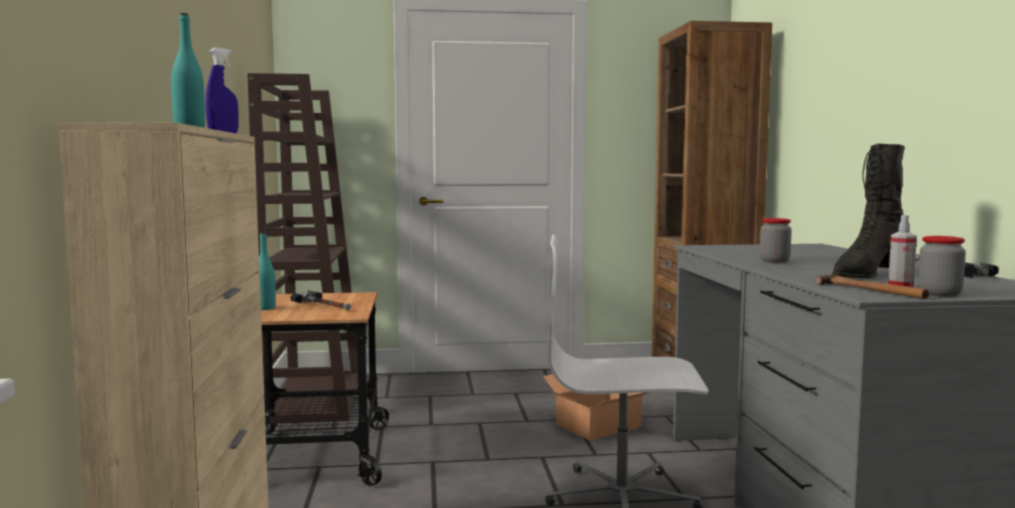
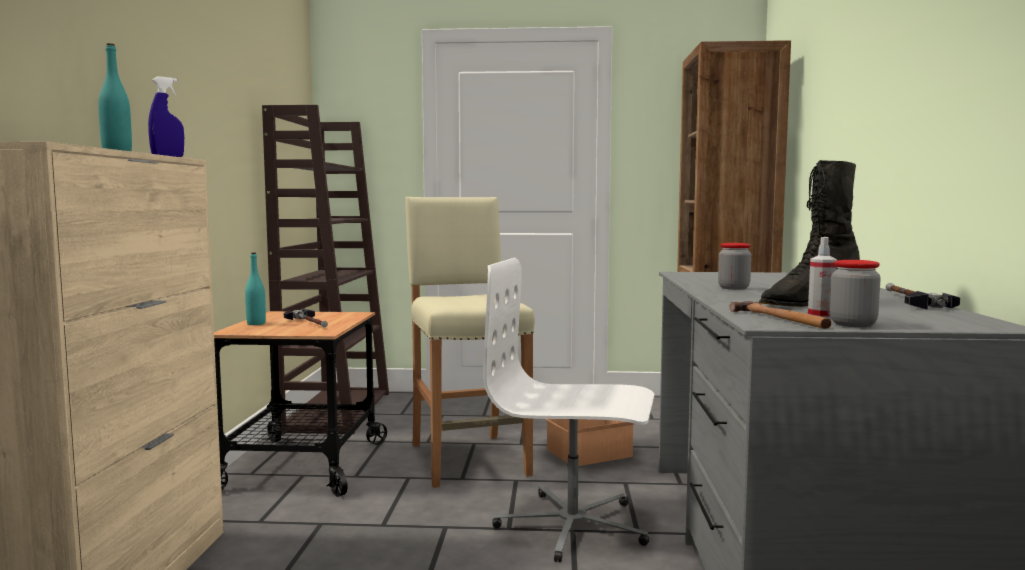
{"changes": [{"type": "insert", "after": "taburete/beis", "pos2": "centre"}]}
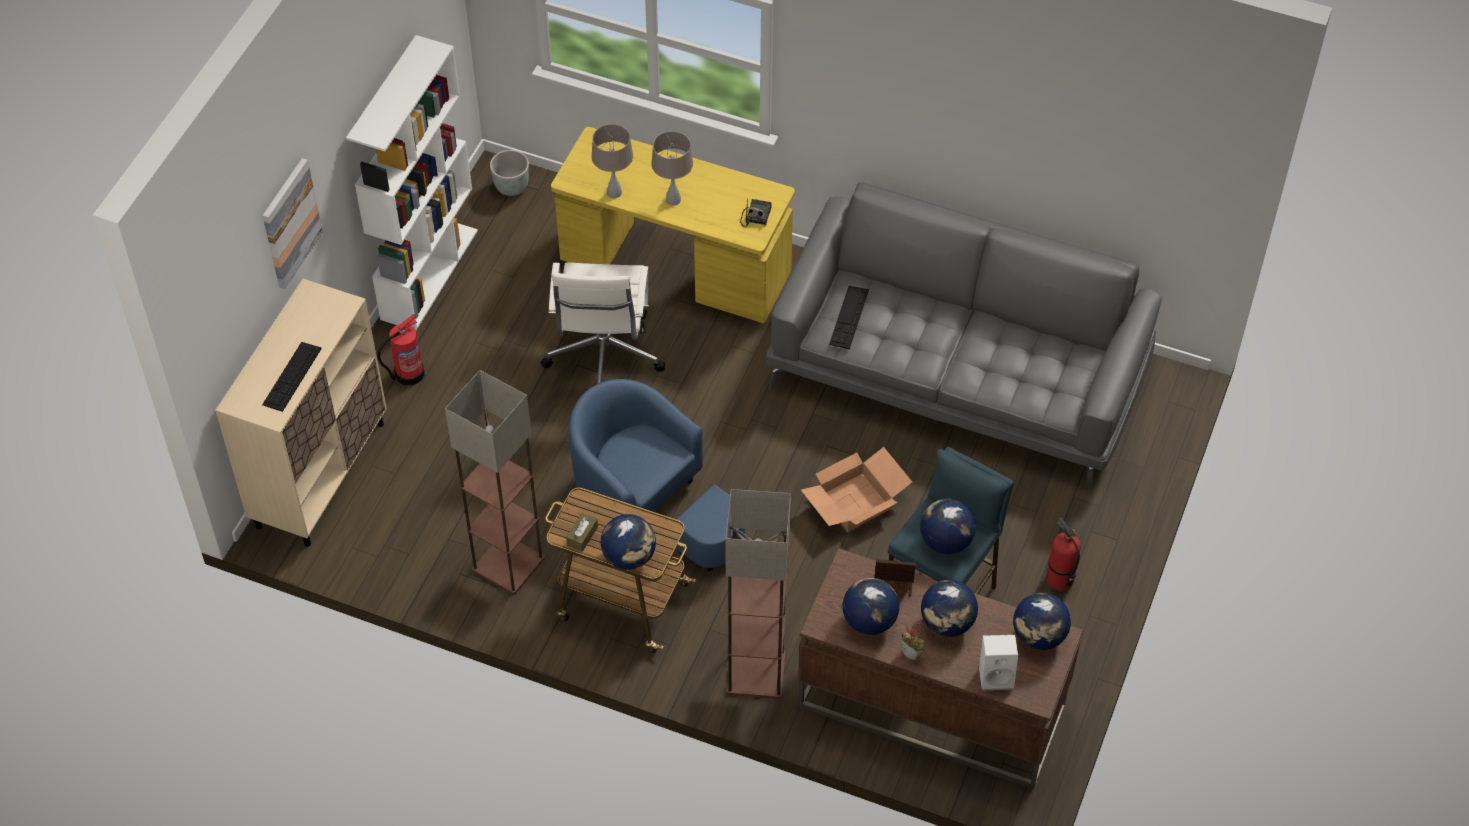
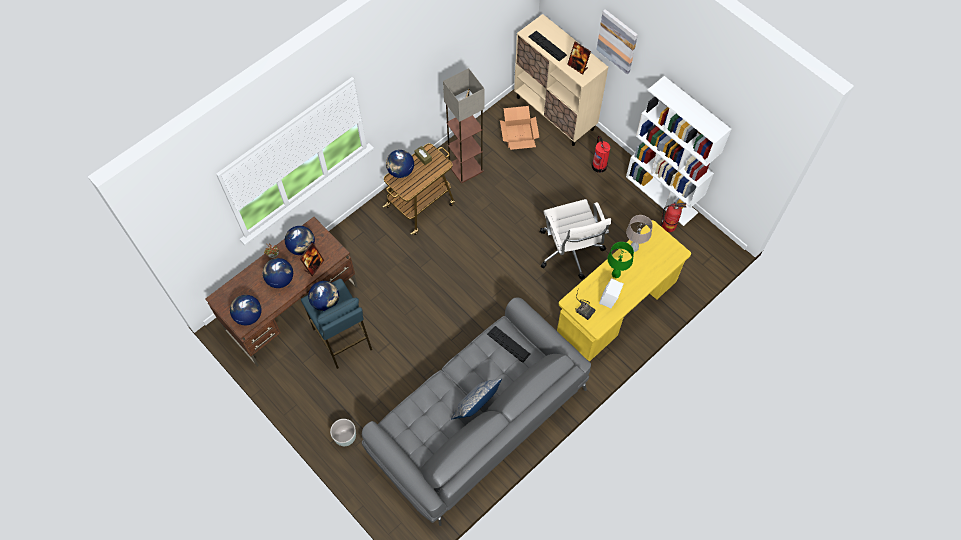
{"changes": [{"type": "delete", "before": "sillón/azul", "pos1": "centre"}, {"type": "delete", "before": "lámpara de pie (2nd from left)", "pos1": "bottom centre"}, {"type": "insert", "after": "cojín", "pos2": "bottom centre"}, {"type": "insert", "after": "portarretratos (2nd from left)", "pos2": "top centre"}, {"type": "move", "before": "maceta/gris", "pos1": "top centre", "pos2": "bottom centre"}, {"type": "move", "before": "caja de cartón", "pos1": "centre", "pos2": "top centre"}, {"type": "move", "before": "altavoz/blanco", "pos1": "bottom right", "pos2": "centre"}, {"type": "move", "before": "extintor (2nd from left)", "pos1": "bottom right", "pos2": "middle right"}, {"type": "recolor", "before": "lámpara de mesa/beis (2nd from left)", "after": "lámpara de mesa/verde", "pos1": "top centre", "pos2": "centre"}, {"type": "rotate", "before": "silla de oficina/blanco", "pos1": "centre", "pos2": "centre", "turn": -135}]}
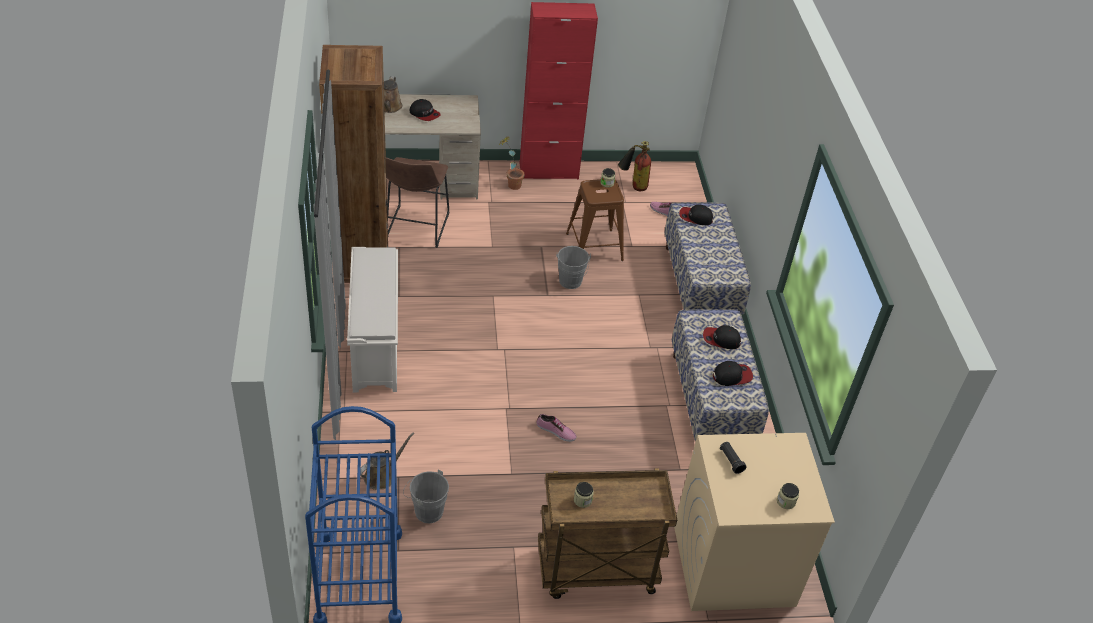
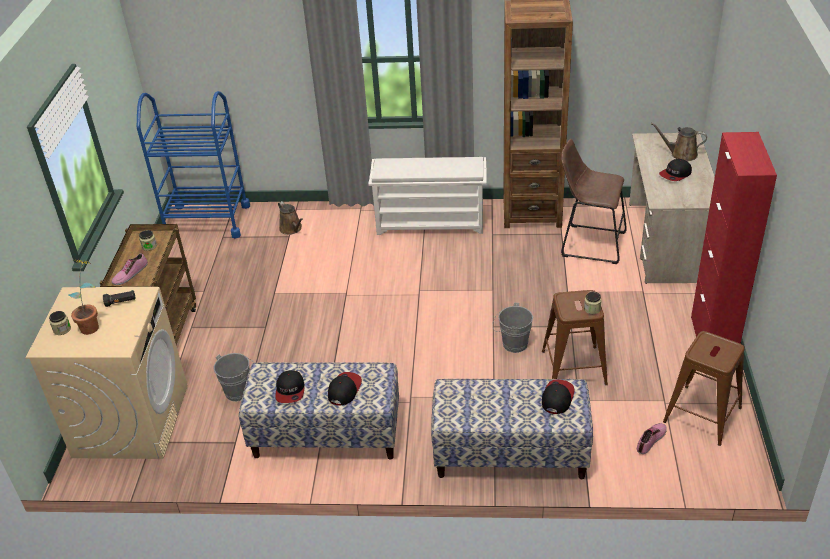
{"changes": [{"type": "move", "before": "cubo/gris (1st from left)", "pos1": "bottom centre", "pos2": "bottom left"}, {"type": "move", "before": "planta en maceta", "pos1": "top centre", "pos2": "middle left"}, {"type": "move", "before": "zapato (1st from left)", "pos1": "bottom centre", "pos2": "middle left"}, {"type": "replace", "before": "extintor", "after": "taburete/marrón (3rd from left)", "pos1": "top centre", "pos2": "bottom right"}]}
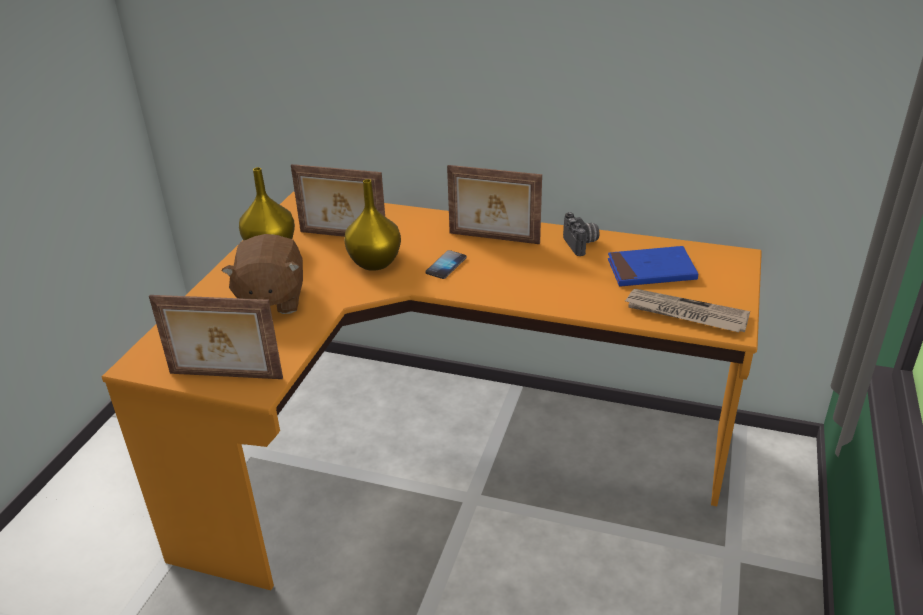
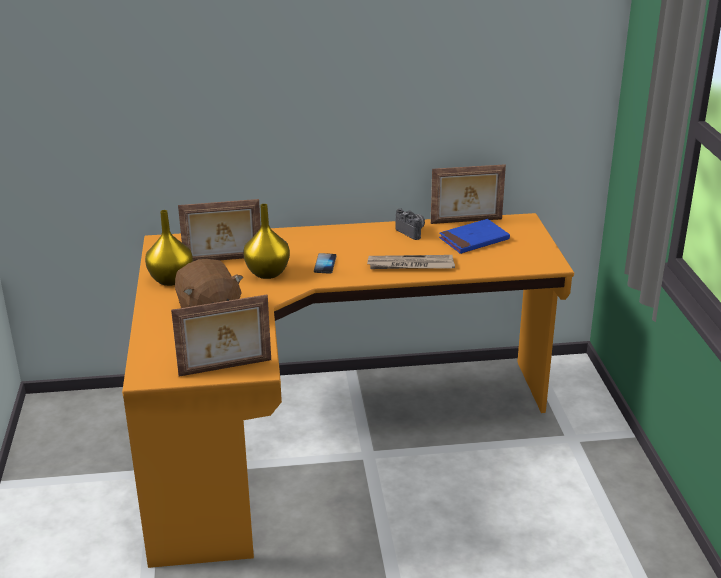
{"changes": [{"type": "move", "before": "portarretratos (3rd from left)", "pos1": "top centre", "pos2": "centre"}, {"type": "move", "before": "periódico", "pos1": "middle right", "pos2": "centre"}]}
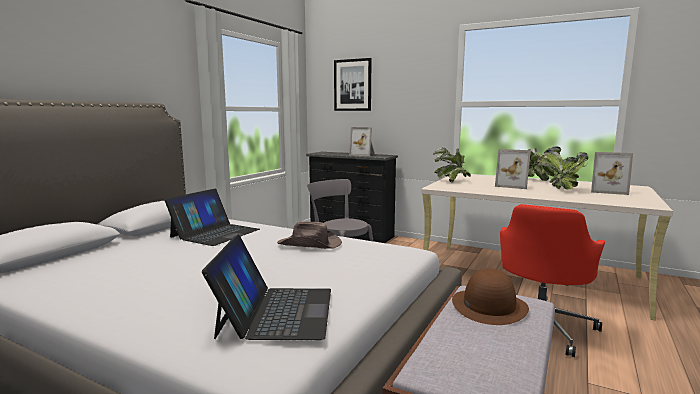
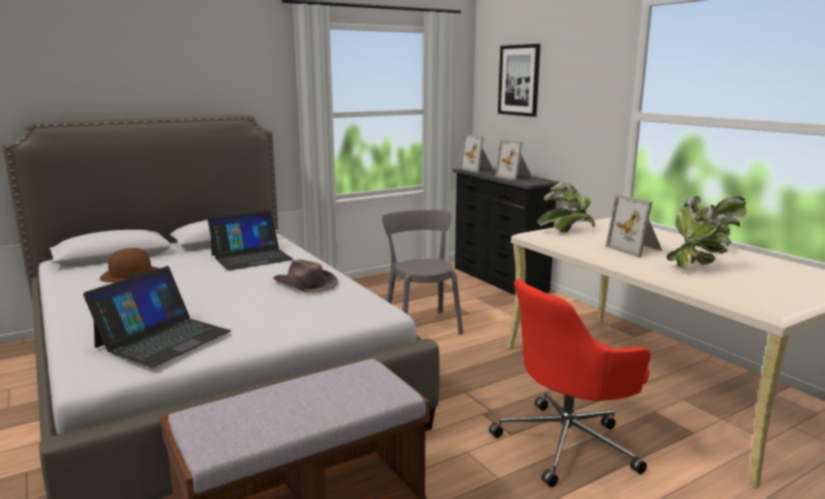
{"changes": [{"type": "move", "before": "sombrero/marrón (2nd from left in the first image)", "after": "sombrero/marrón (1st from left)", "pos1": "bottom right", "pos2": "middle left"}, {"type": "move", "before": "portarretratos (3rd from left in the first image)", "after": "portarretratos (1st from left)", "pos1": "middle right", "pos2": "top centre"}]}
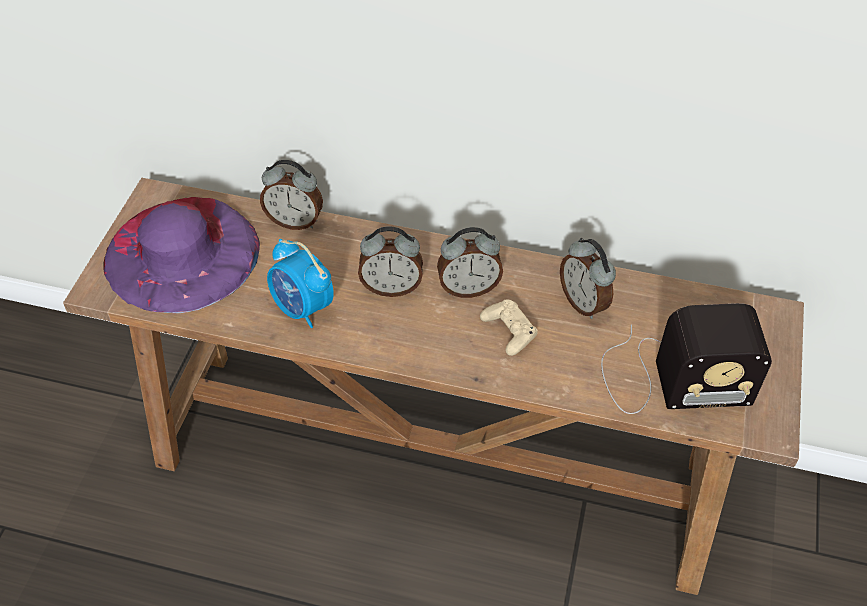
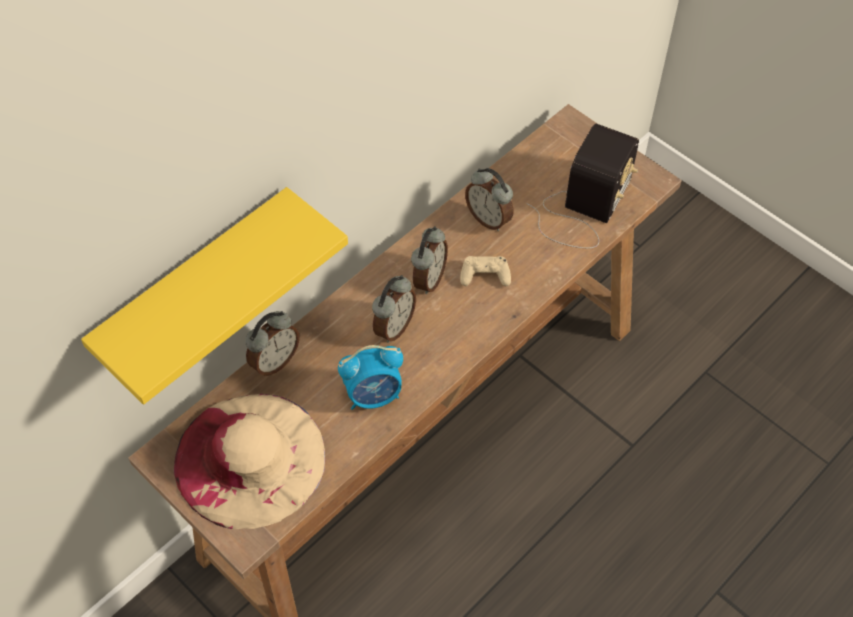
{"changes": [{"type": "insert", "after": "estante/amarillo", "pos2": "middle left"}, {"type": "recolor", "before": "sombrero/morado", "after": "sombrero/beis", "pos1": "middle left", "pos2": "bottom left"}, {"type": "rotate", "before": "despertador (5th from left)", "pos1": "middle right", "pos2": "top centre", "turn": 45}]}
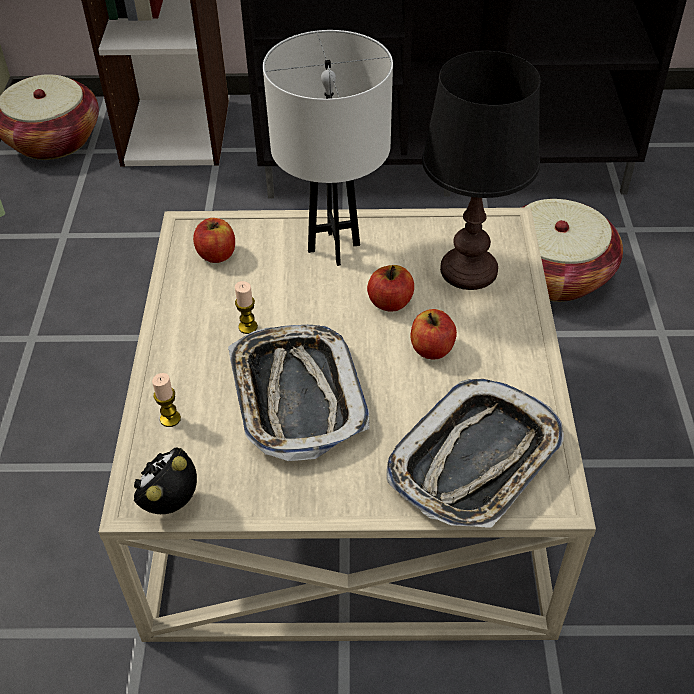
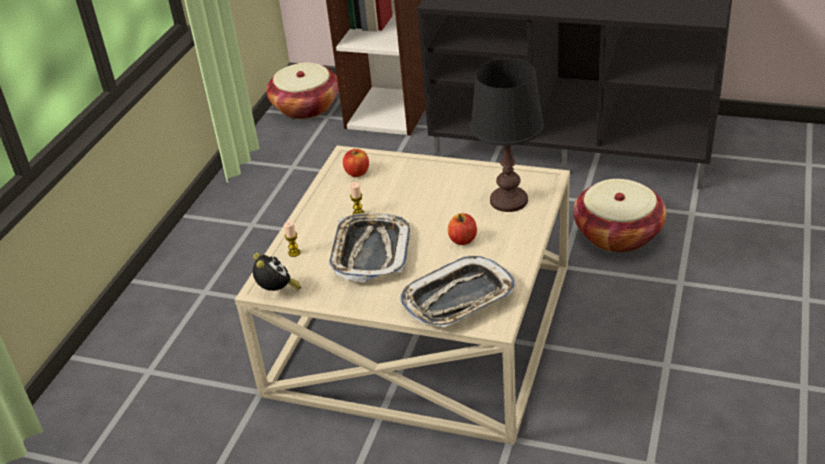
{"changes": [{"type": "delete", "before": "lámpara de mesa/blanco", "pos1": "top centre"}, {"type": "delete", "before": "manzana (2nd from left)", "pos1": "centre"}, {"type": "rotate", "before": "despertador", "pos1": "bottom left", "pos2": "centre", "turn": 105}]}
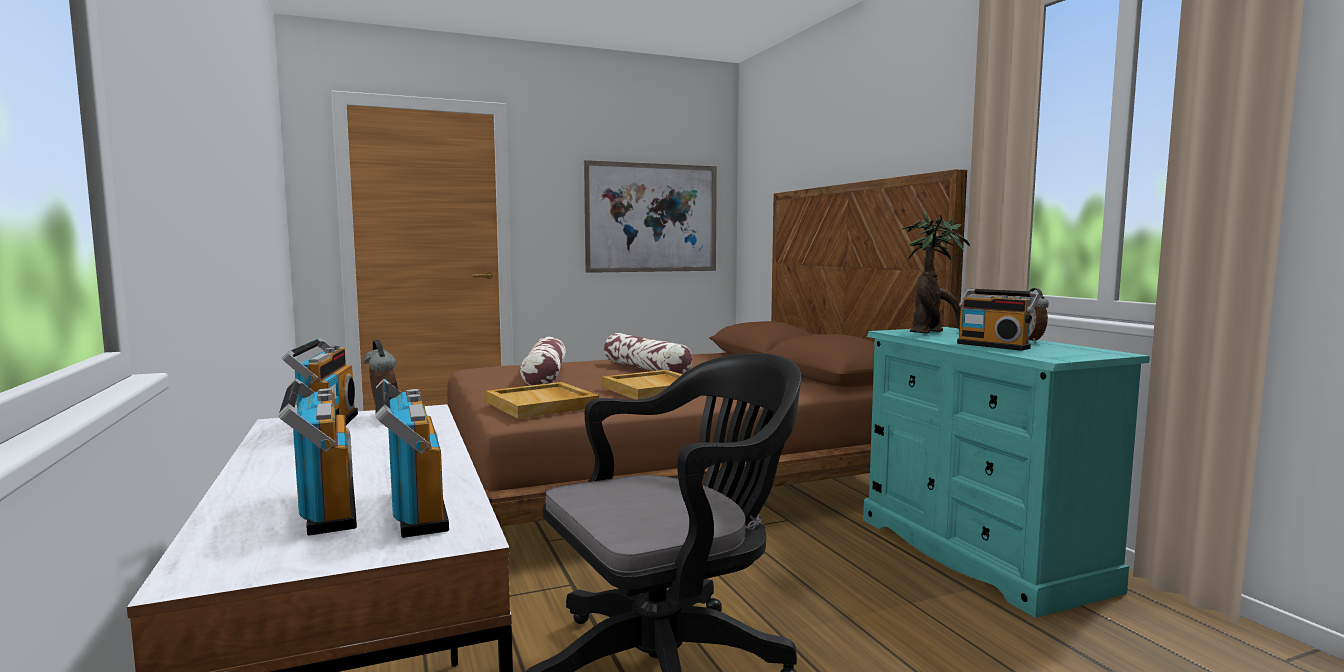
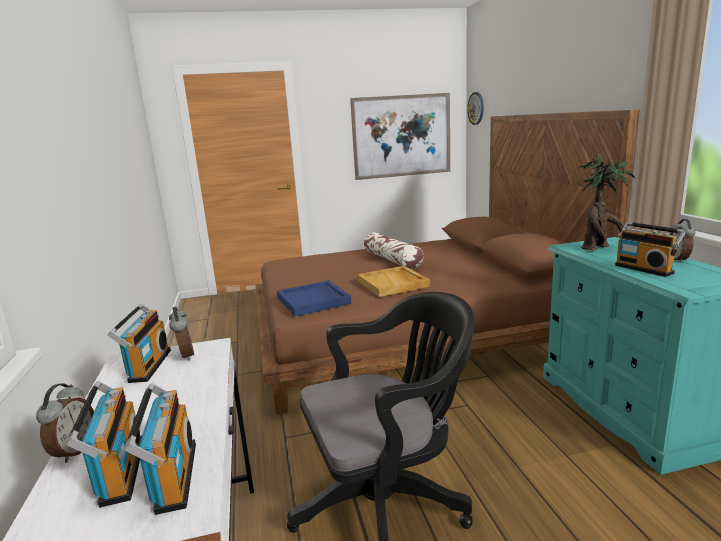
{"changes": [{"type": "delete", "before": "cojín (1st from left)", "pos1": "centre"}, {"type": "insert", "after": "despertador (1st from left)", "pos2": "bottom left"}, {"type": "insert", "after": "reloj de pared", "pos2": "top centre"}, {"type": "recolor", "before": "bandeja/beis (1st from left)", "after": "bandeja/azul", "pos1": "centre", "pos2": "centre"}]}
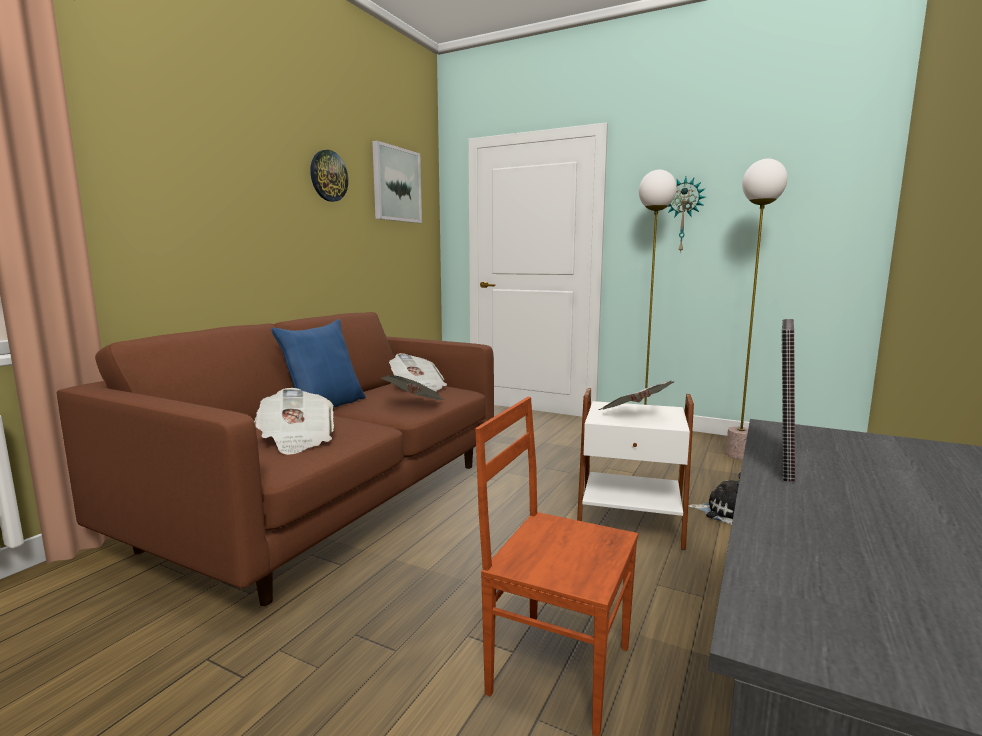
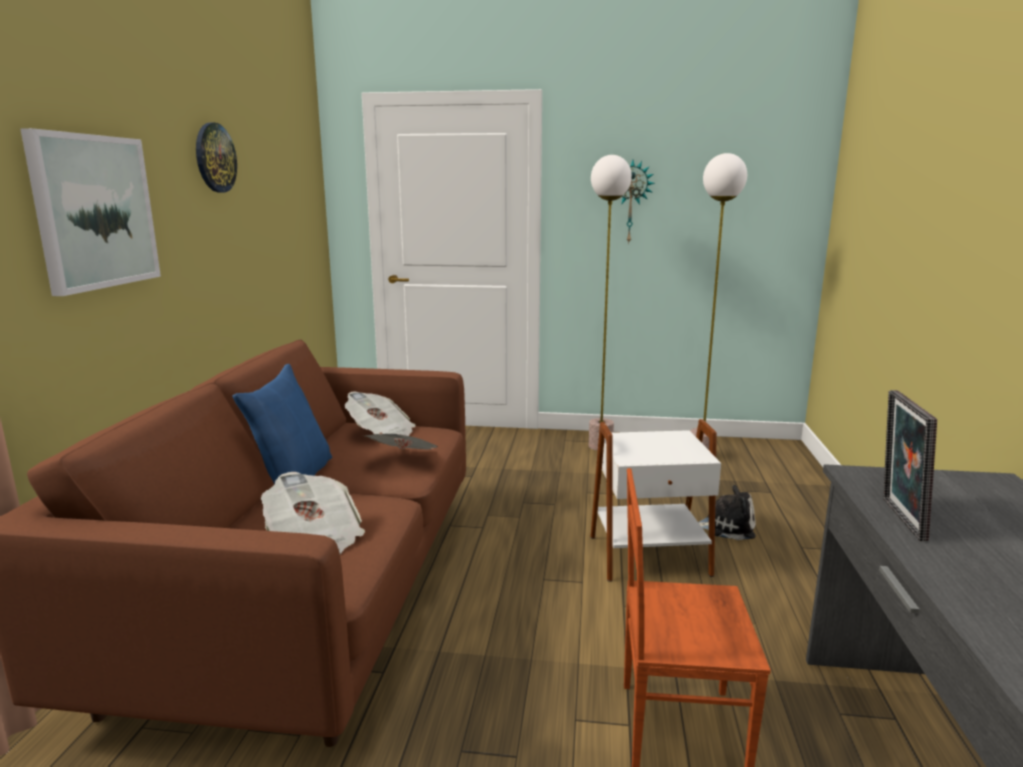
{"changes": [{"type": "delete", "before": "periódico (4th from left)", "pos1": "centre"}, {"type": "move", "before": "cuadro", "pos1": "top centre", "pos2": "top left"}]}
